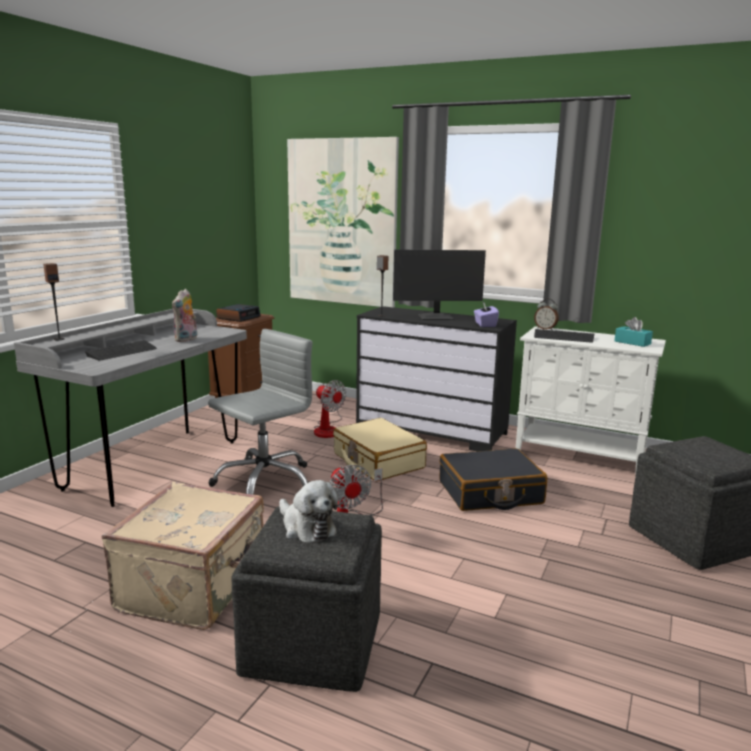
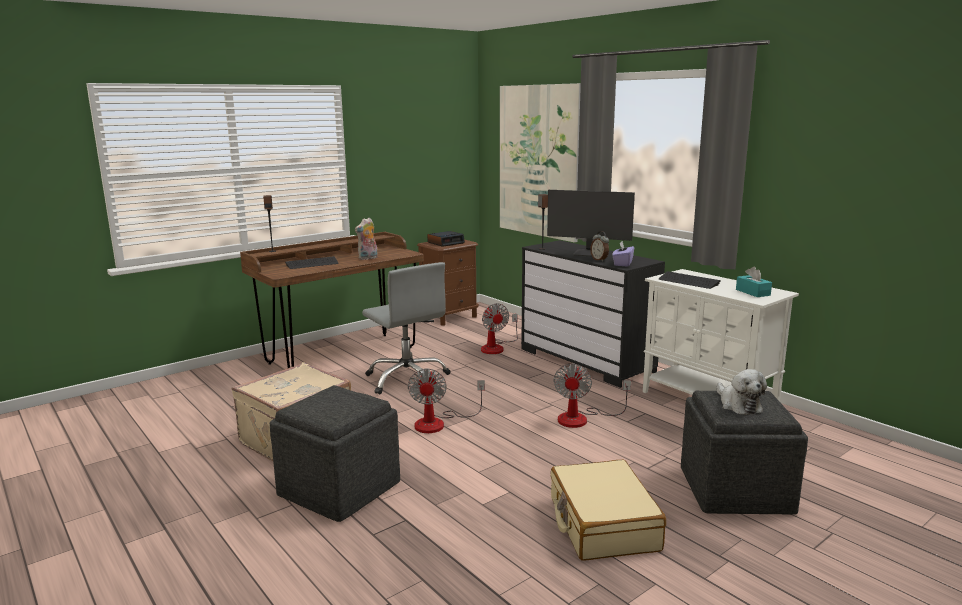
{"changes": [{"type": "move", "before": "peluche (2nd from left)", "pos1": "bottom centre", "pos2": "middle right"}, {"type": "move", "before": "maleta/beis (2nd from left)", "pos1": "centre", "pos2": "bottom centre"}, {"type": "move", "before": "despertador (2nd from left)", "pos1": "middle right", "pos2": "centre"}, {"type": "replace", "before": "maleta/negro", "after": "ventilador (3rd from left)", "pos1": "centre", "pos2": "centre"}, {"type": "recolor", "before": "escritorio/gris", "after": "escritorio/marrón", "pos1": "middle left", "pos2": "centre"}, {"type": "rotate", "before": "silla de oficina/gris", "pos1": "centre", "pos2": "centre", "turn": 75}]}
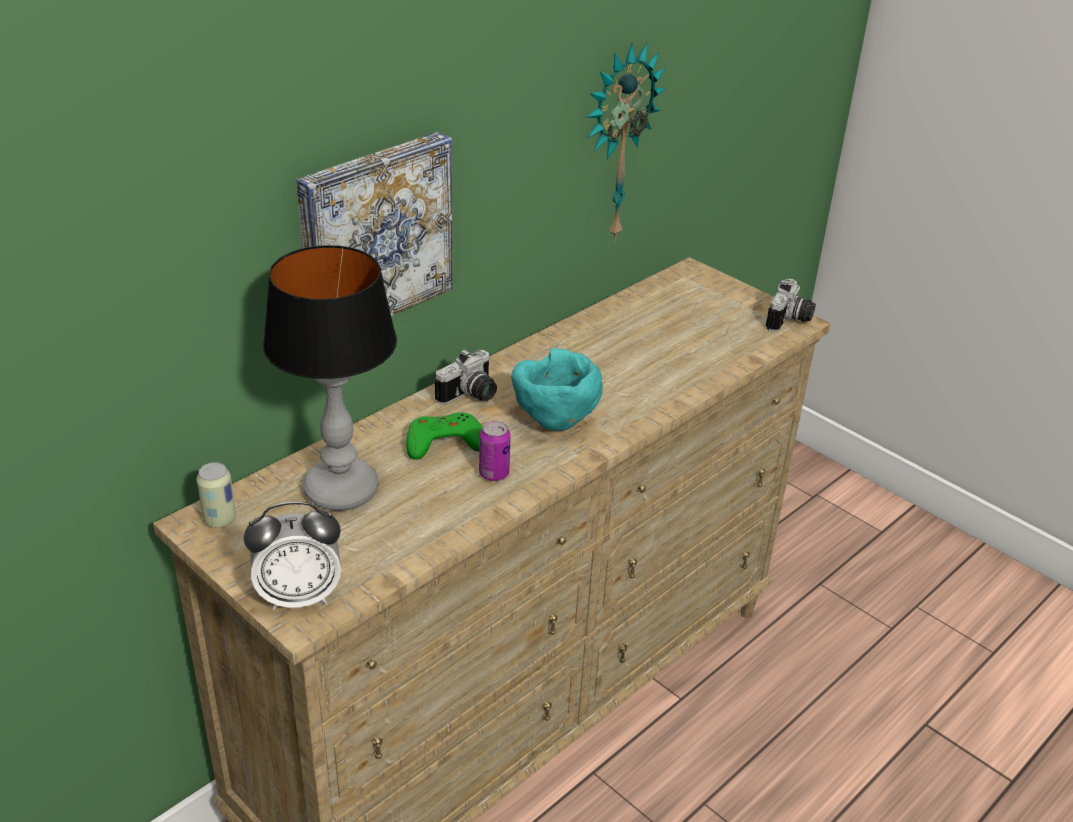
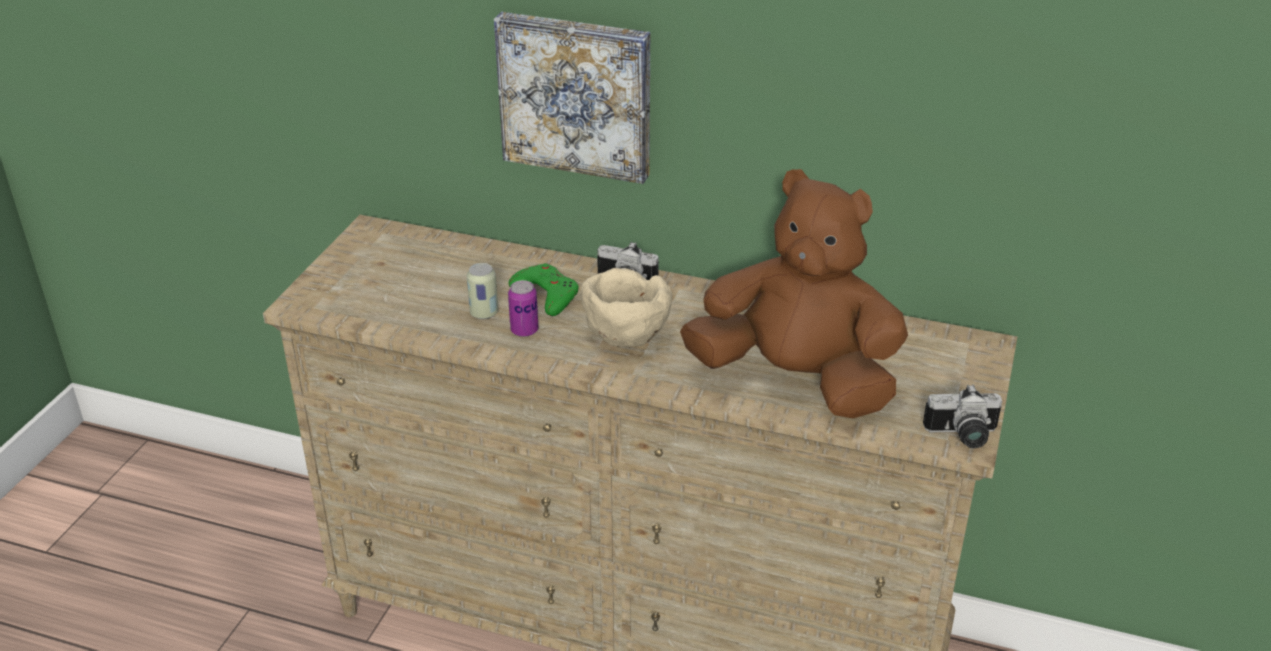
{"changes": [{"type": "delete", "before": "despertador", "pos1": "bottom left"}, {"type": "delete", "before": "lámpara de mesa", "pos1": "middle left"}, {"type": "delete", "before": "reloj de pared", "pos1": "top centre"}, {"type": "insert", "after": "peluche/marrón", "pos2": "centre"}, {"type": "move", "before": "lata (1st from left)", "pos1": "middle left", "pos2": "centre"}, {"type": "recolor", "before": "cuenco/turquesa", "after": "cuenco/beis", "pos1": "centre", "pos2": "centre"}]}
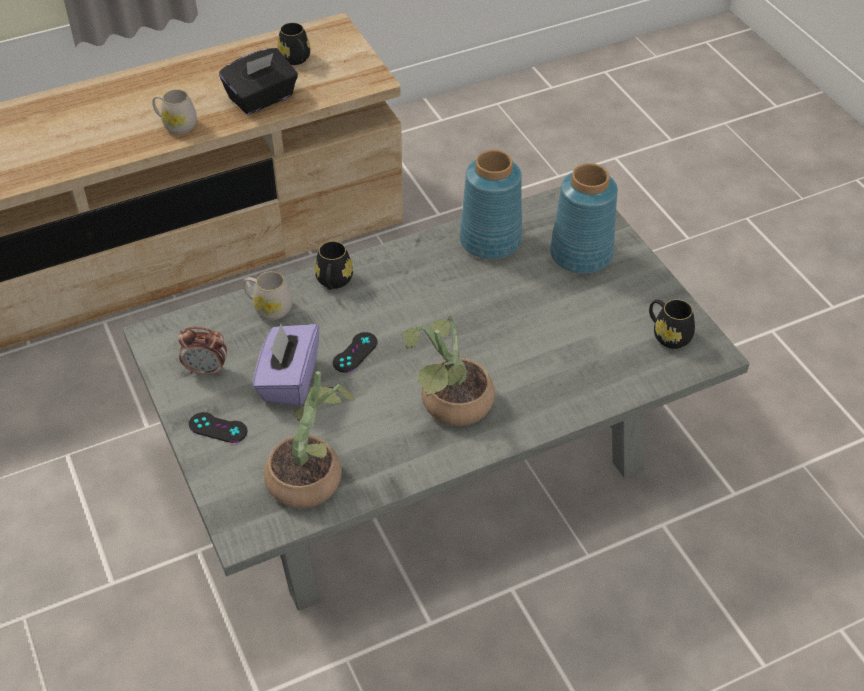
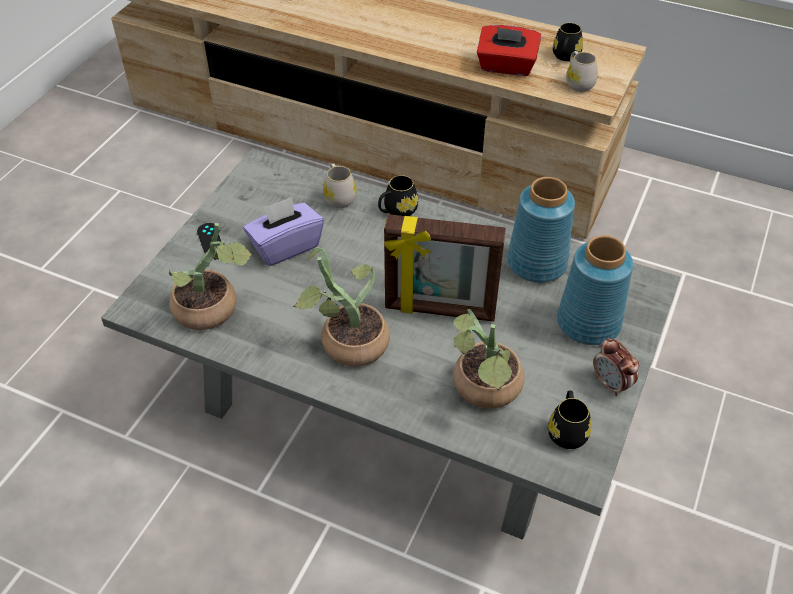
{"changes": [{"type": "delete", "before": "mando de consola/negro (2nd from left)", "pos1": "centre"}, {"type": "insert", "after": "portarretratos", "pos2": "centre"}, {"type": "insert", "after": "planta en maceta (3rd from left)", "pos2": "centre"}, {"type": "move", "before": "taza grande/blanco (1st from left in the first image)", "after": "taza grande/blanco (2nd from left)", "pos1": "top left", "pos2": "top right"}, {"type": "move", "before": "despertador", "pos1": "middle left", "pos2": "middle right"}, {"type": "recolor", "before": "caja de pañuelos/negro", "after": "caja de pañuelos/rojo", "pos1": "top left", "pos2": "top centre"}]}
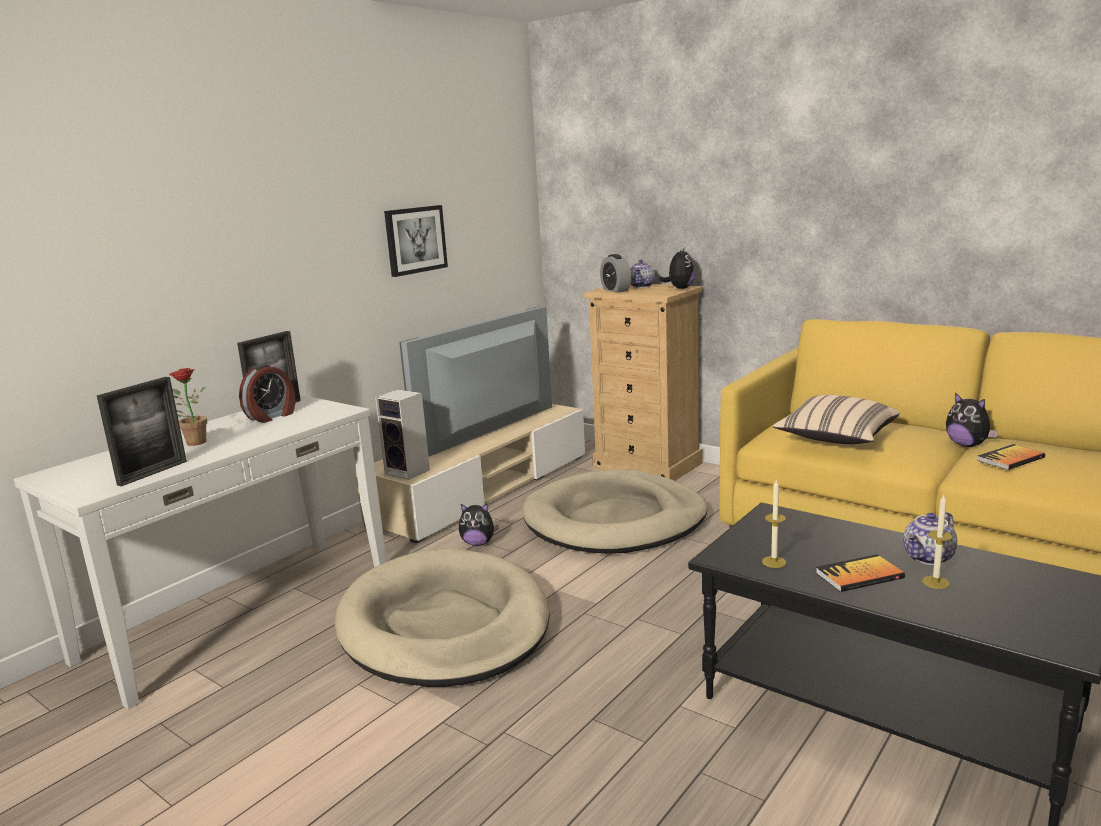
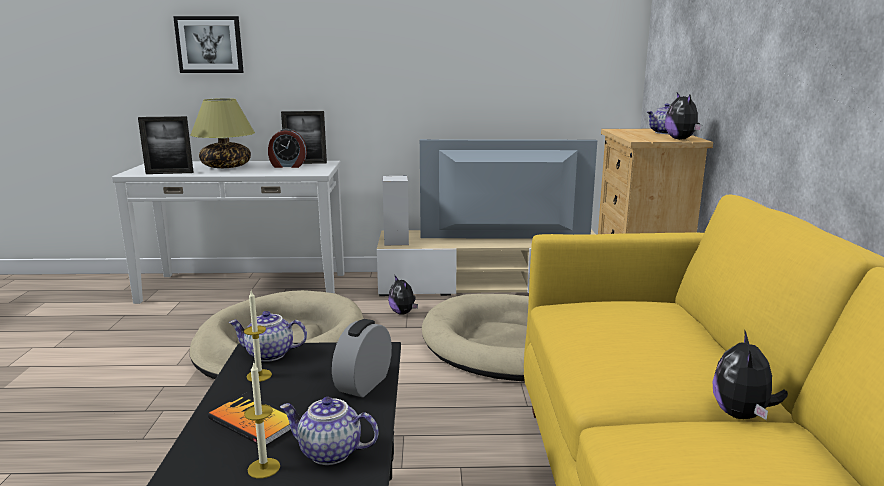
{"changes": [{"type": "delete", "before": "cojín/beis", "pos1": "middle right"}, {"type": "delete", "before": "libro (2nd from left)", "pos1": "middle right"}, {"type": "insert", "after": "tetera (1st from left)", "pos2": "bottom left"}, {"type": "move", "before": "cuadro", "pos1": "top centre", "pos2": "top left"}, {"type": "move", "before": "despertador (2nd from left)", "pos1": "top centre", "pos2": "bottom centre"}, {"type": "replace", "before": "planta en maceta", "after": "lámpara de mesa", "pos1": "middle left", "pos2": "top left"}, {"type": "rotate", "before": "peluche (2nd from left)", "pos1": "top centre", "pos2": "top right", "turn": 105}]}
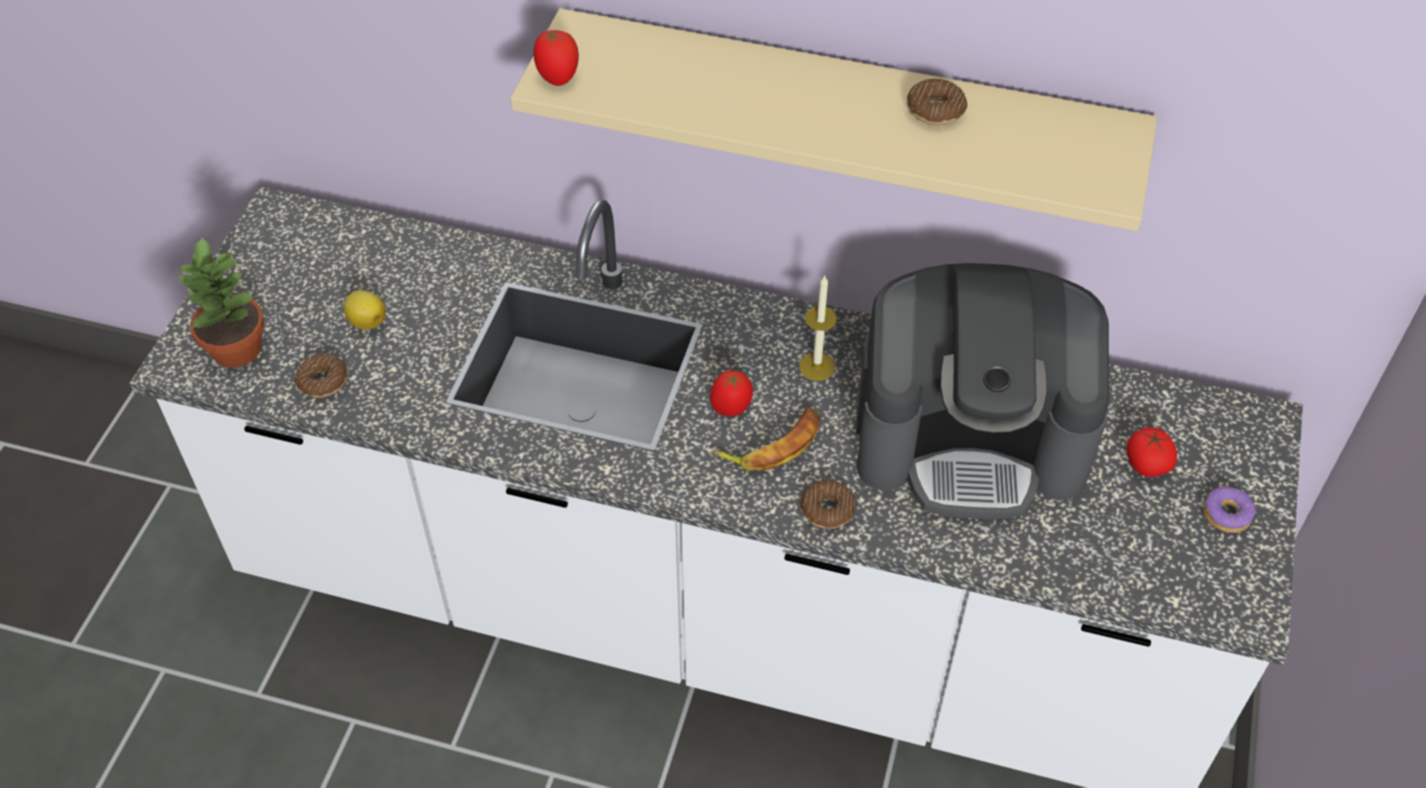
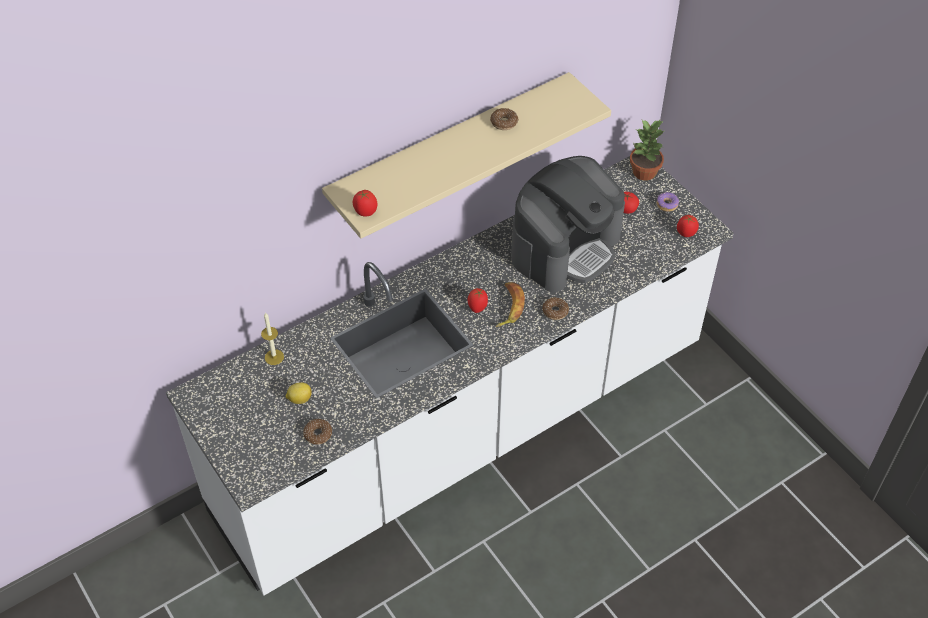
{"changes": [{"type": "insert", "after": "tomate (4th from left)", "pos2": "middle right"}, {"type": "move", "before": "planta en maceta", "pos1": "middle left", "pos2": "top right"}, {"type": "move", "before": "vela", "pos1": "centre", "pos2": "middle left"}]}
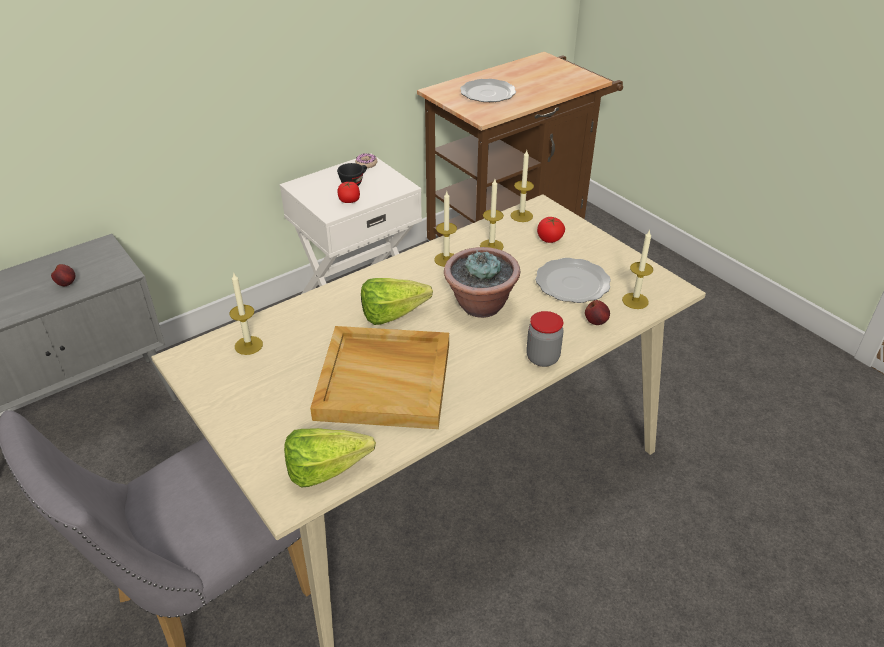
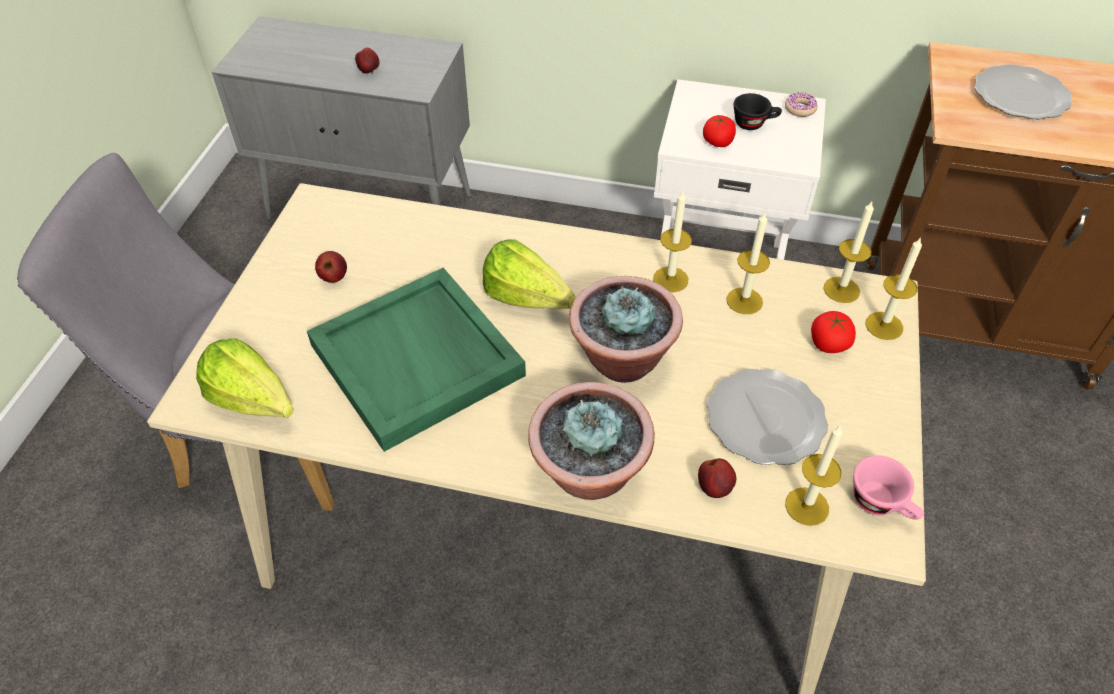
{"changes": [{"type": "insert", "after": "manzana (1st from left)", "pos2": "middle left"}, {"type": "insert", "after": "taza/rosa", "pos2": "bottom right"}, {"type": "move", "before": "vela (1st from left in the first image)", "after": "vela (5th from left)", "pos1": "middle left", "pos2": "middle right"}, {"type": "replace", "before": "tarro", "after": "planta en maceta (1st from left)", "pos1": "centre", "pos2": "centre"}, {"type": "recolor", "before": "bandeja/beis", "after": "bandeja/verde", "pos1": "centre", "pos2": "centre"}]}
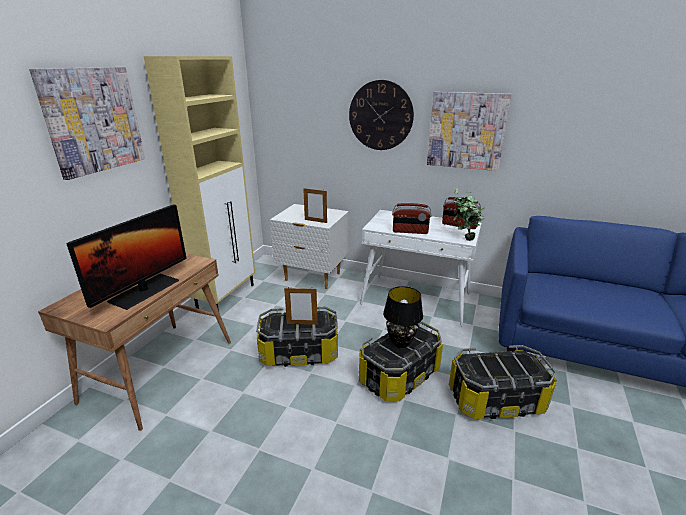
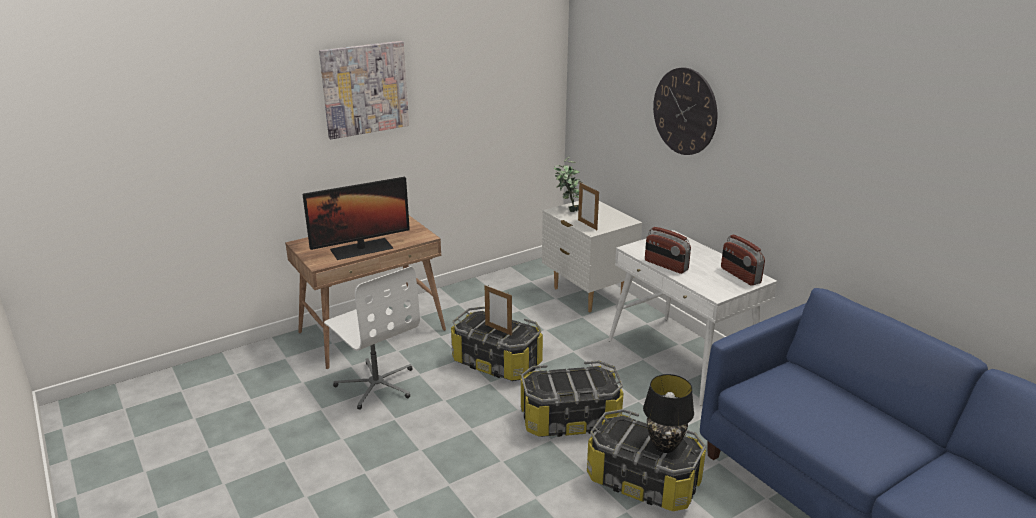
{"changes": [{"type": "delete", "before": "armario/beis", "pos1": "middle left"}, {"type": "delete", "before": "cuadro (2nd from left)", "pos1": "top right"}, {"type": "insert", "after": "silla de oficina/blanco", "pos2": "centre"}, {"type": "move", "before": "lámpara de mesa/negro", "pos1": "centre", "pos2": "bottom centre"}, {"type": "move", "before": "planta en maceta", "pos1": "middle right", "pos2": "centre"}]}
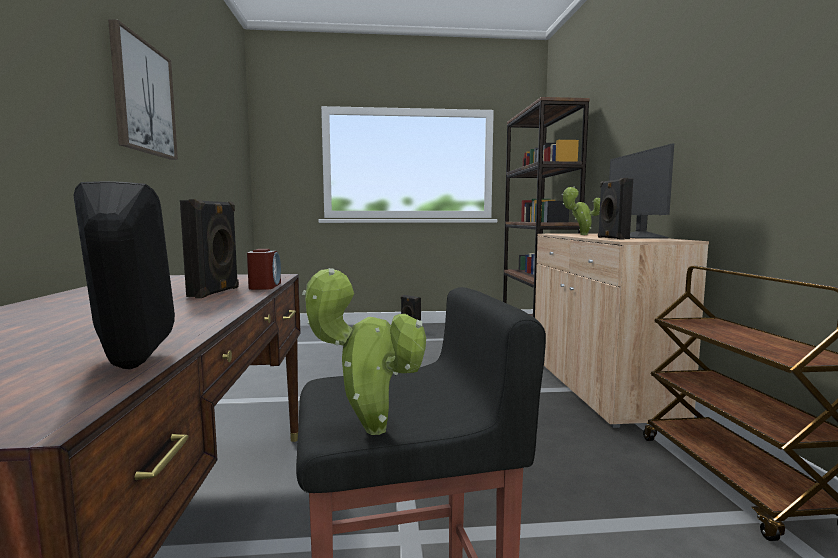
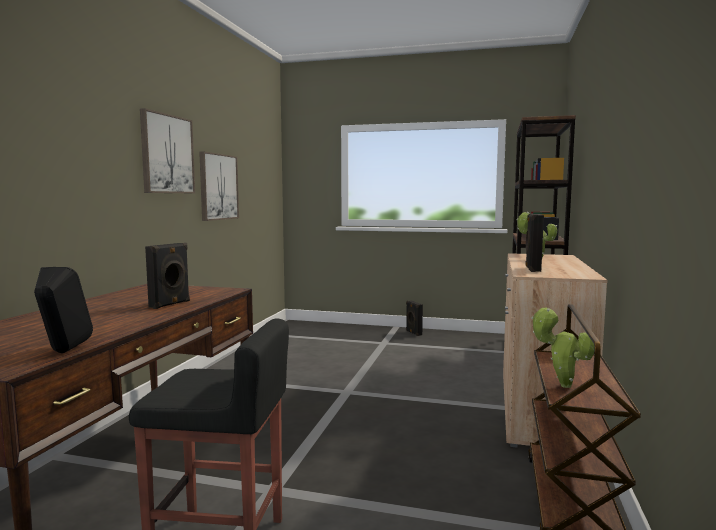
{"changes": [{"type": "delete", "before": "despertador", "pos1": "middle left"}, {"type": "delete", "before": "monitor", "pos1": "middle right"}, {"type": "insert", "after": "cuadro (2nd from left)", "pos2": "middle left"}, {"type": "move", "before": "planta en maceta (1st from left in the first image)", "after": "planta en maceta (2nd from left)", "pos1": "centre", "pos2": "middle right"}]}
